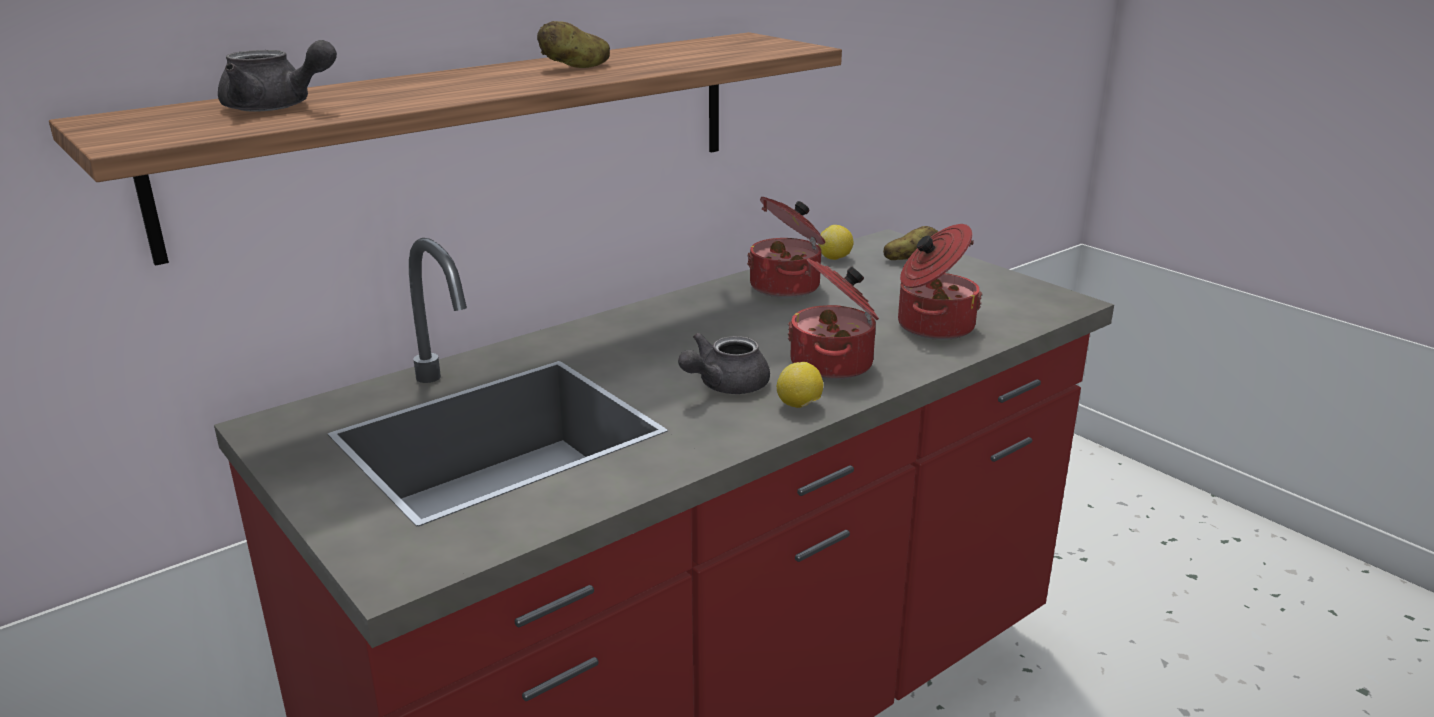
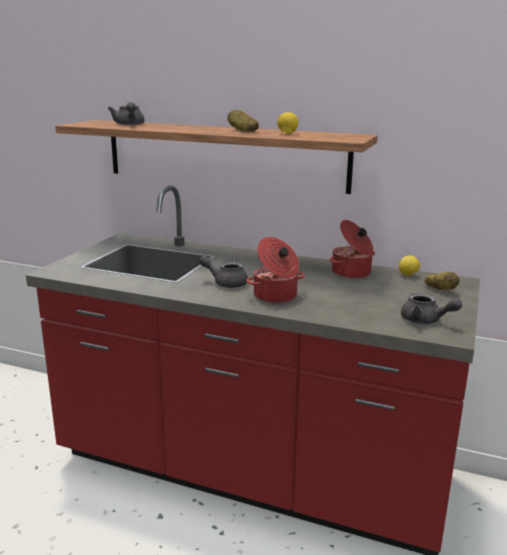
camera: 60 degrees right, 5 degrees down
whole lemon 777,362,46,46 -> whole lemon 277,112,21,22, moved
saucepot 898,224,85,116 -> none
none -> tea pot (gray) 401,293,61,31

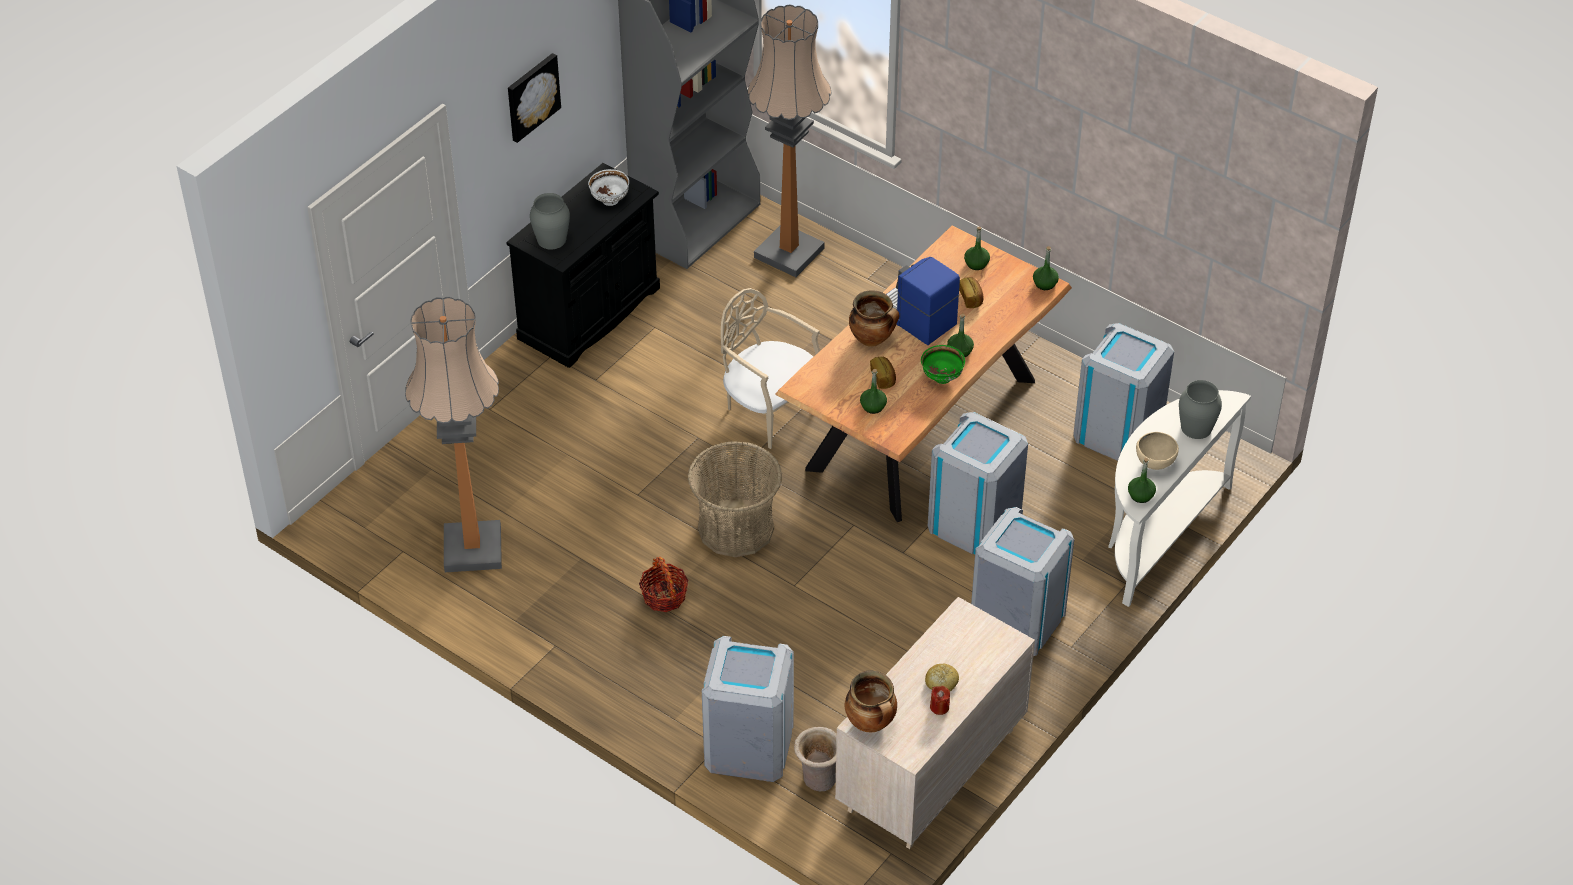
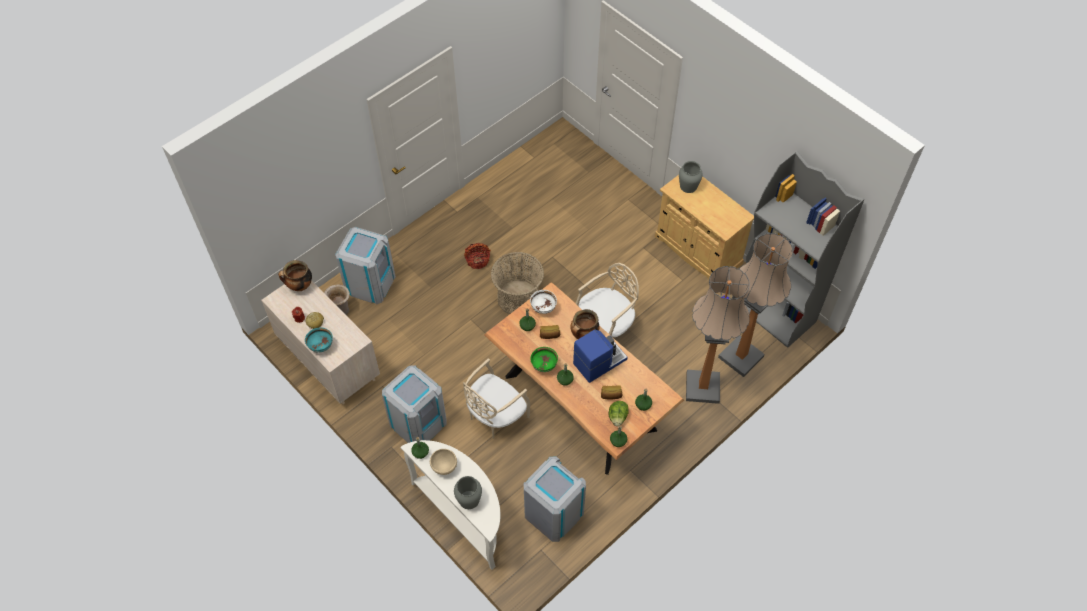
camera: 100 degrees right, 10 degrees up
standing lamp 405,297,97,275 -> standing lamp 686,266,64,138, moved
cupboard (black-coloured) 506,163,154,205 -> cupboard (beige-coloured) 655,175,99,104
picture 508,53,53,90 -> none
deep dish (whitish) 588,169,41,37 -> deep dish (whitish) 530,290,27,24, moved
rubbish bin (gray) 928,412,100,142 -> upright chair (beige-coloured) 463,358,67,81
none -> deep dish (blue-green) 305,327,28,25
none -> lettuce 608,401,21,26

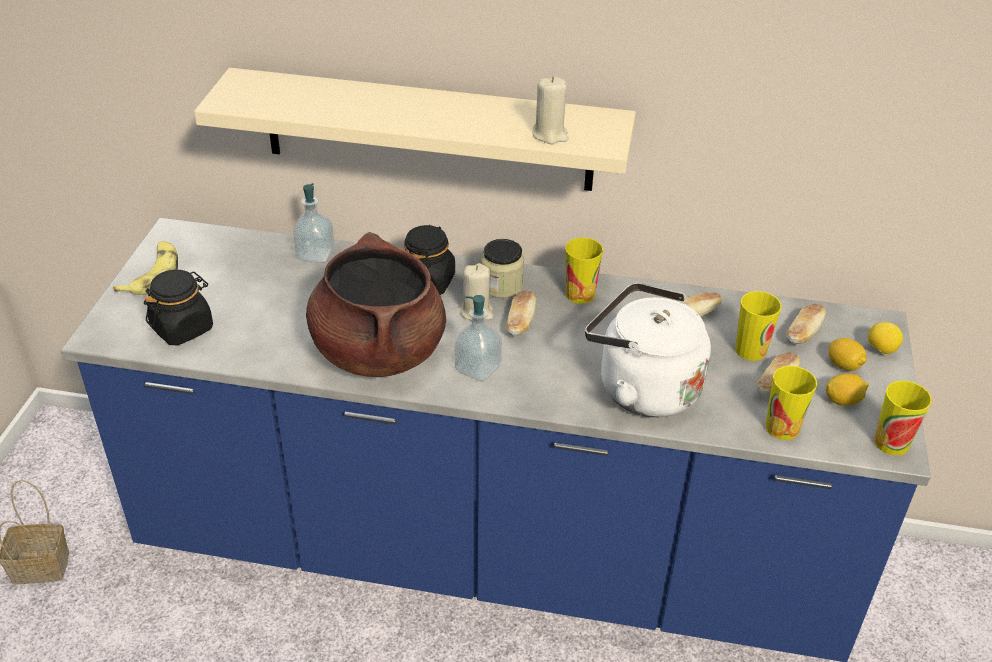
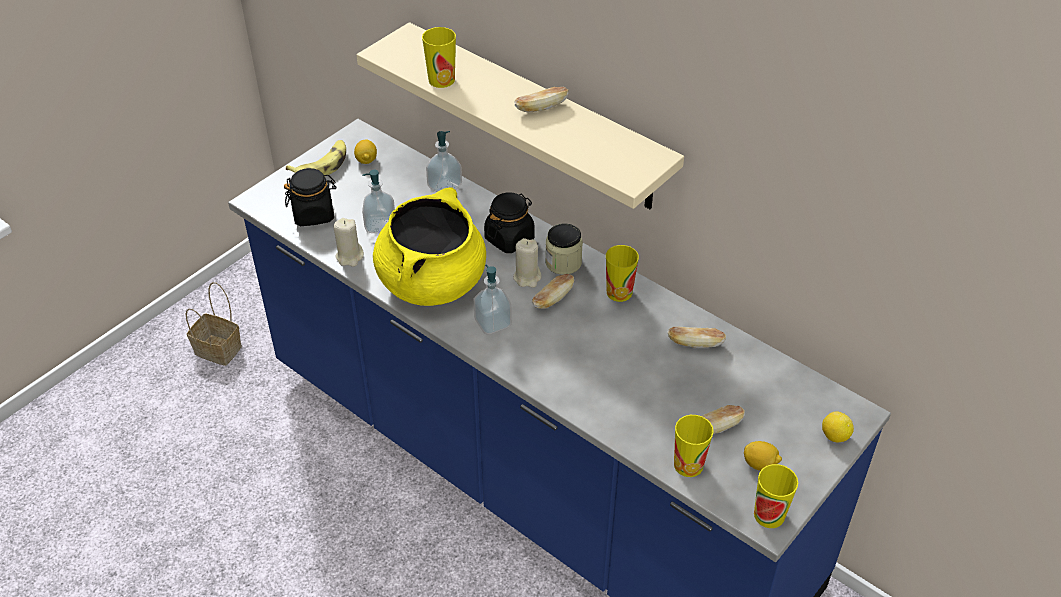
camera: 30 degrees right, 5 degrees up
saucepot (brownish) 306,232,140,145 -> saucepot (yellowish) 373,187,113,119
candle (beige-coloured) 532,77,37,67 -> candle (beige-coloured) 333,218,31,49, moved
kettle (whitish) 585,283,126,134 -> none
small cup 735,291,47,70 -> small cup 422,27,34,61, moved
bread 786,304,40,40 -> bread 514,87,55,25, moved
whole lemon 829,338,38,33 -> whole lemon 354,139,23,25, moved
none -> soap dispenser 362,170,33,63

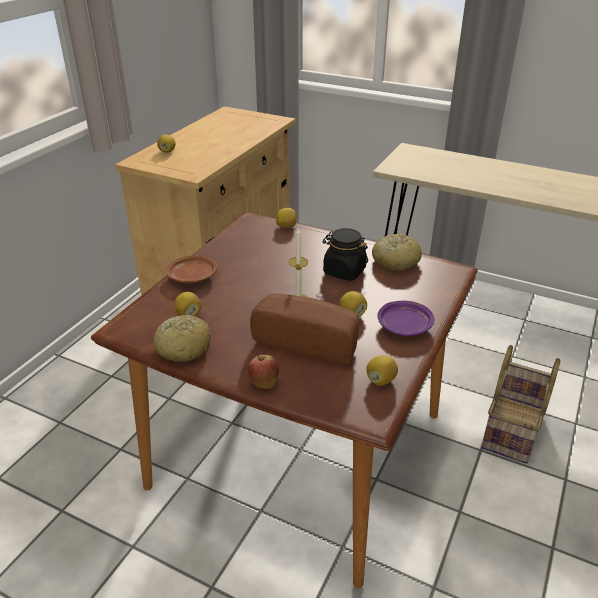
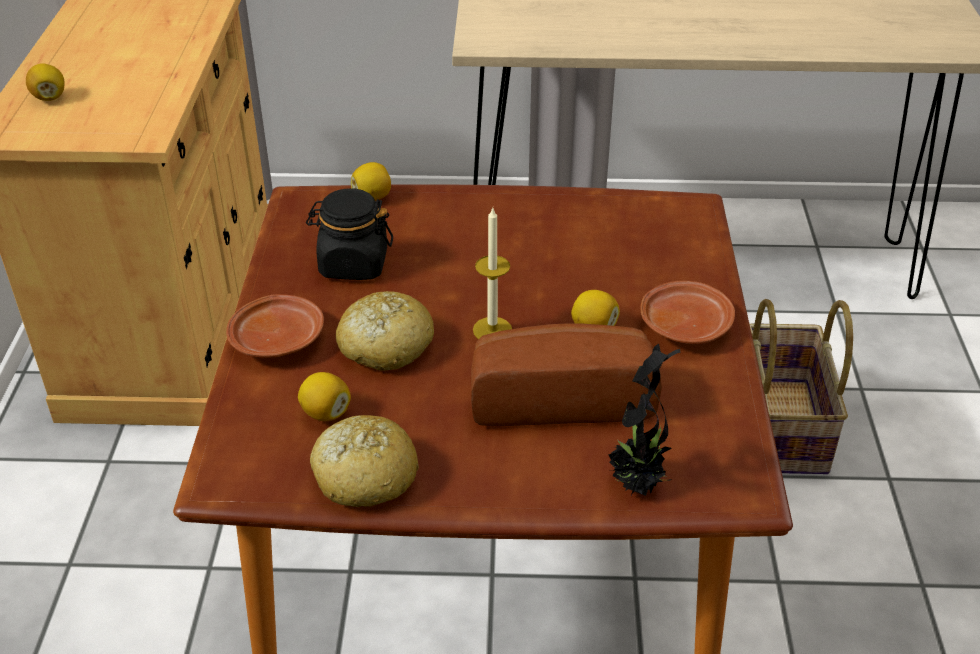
camera: 25 degrees left, 5 degrees up
apple 248,351,31,38 -> none
preserve jar (black-coloured) 323,228,45,53 -> preserve jar (black-coloured) 306,188,87,92, moved
whole lemon 366,356,32,30 -> none
bread 372,234,50,36 -> bread 336,291,98,80, moved
flat dish (purple-coloured) 378,301,56,35 -> flat dish (brownish) 640,281,95,63
none -> potted plant 608,344,72,152

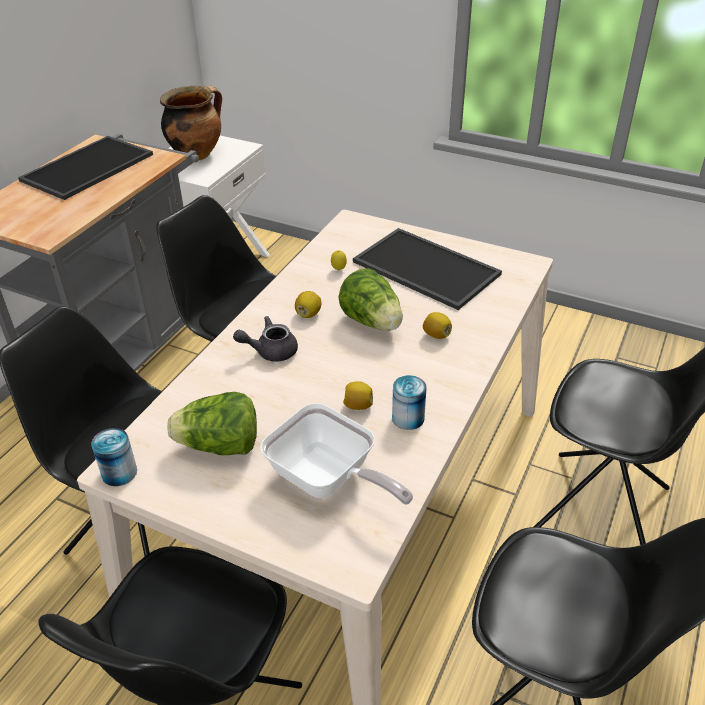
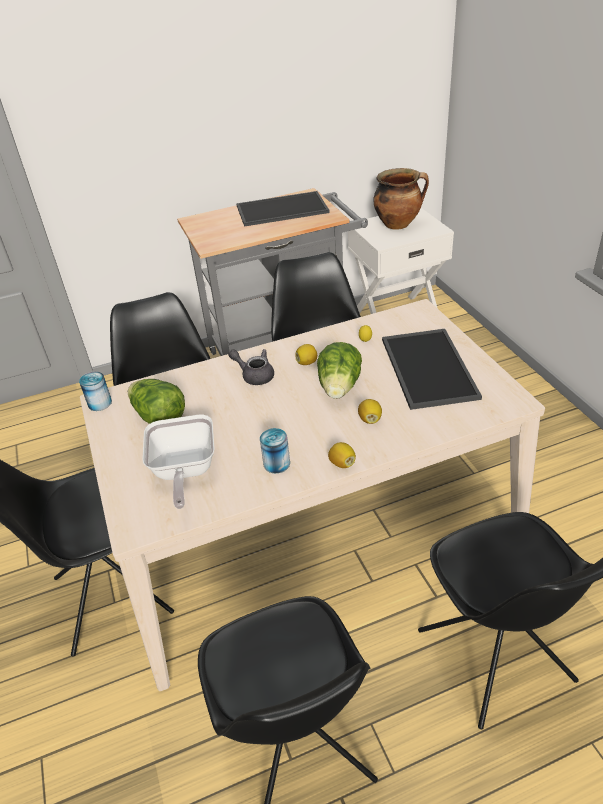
camera: 45 degrees right, 0 degrees up
whole lemon 343,381,30,29 -> whole lemon 328,442,28,26, moved

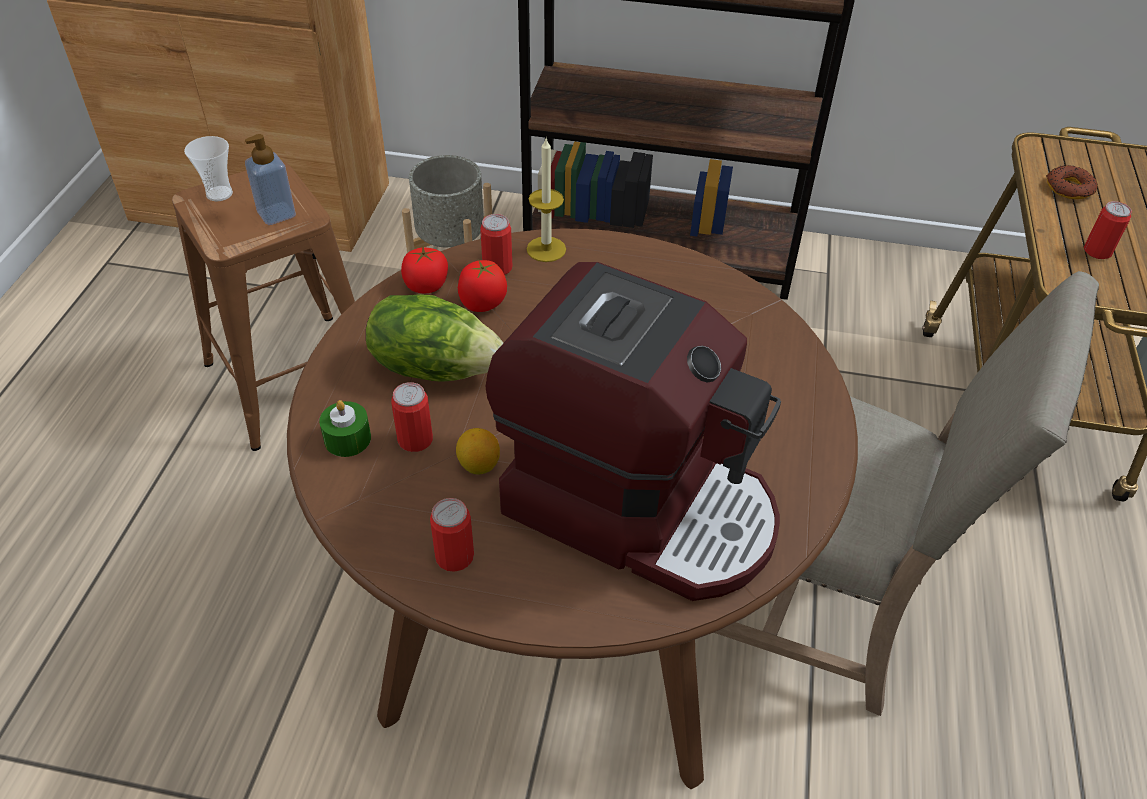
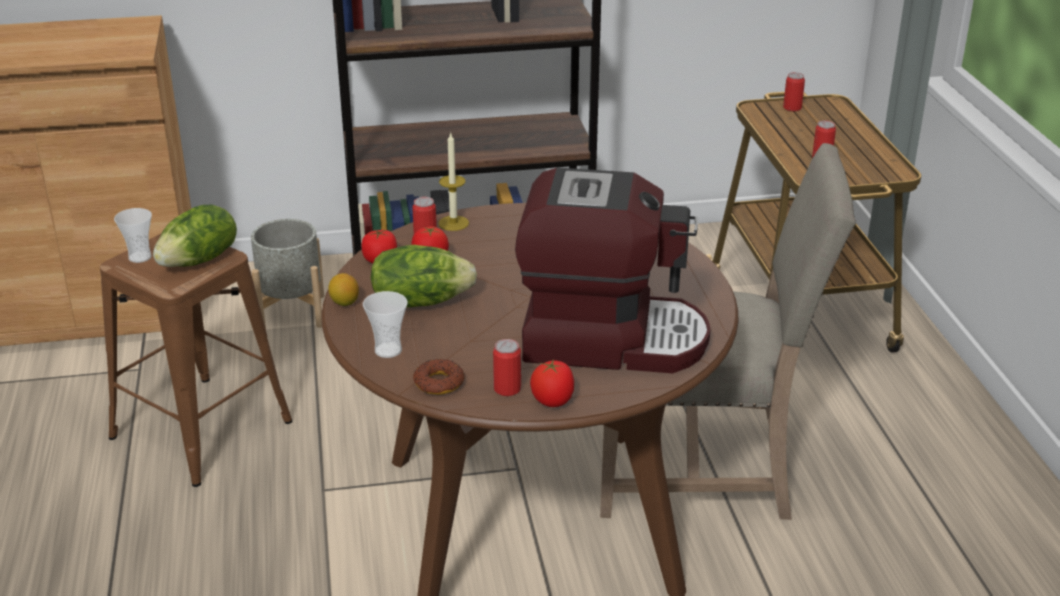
camera: 20 degrees left, 15 degrees down
soap dispenser 245,134,51,91 -> lettuce 153,205,84,62
candle (greenish) 319,400,52,57 -> small cup 363,291,44,67
can 391,382,42,70 -> can 783,72,22,39, moved
whole lemon 456,428,44,46 -> whole lemon 328,273,31,33, moved
donut 1046,165,52,34 -> donut 413,359,52,36, moved
none -> tomato 530,359,44,48

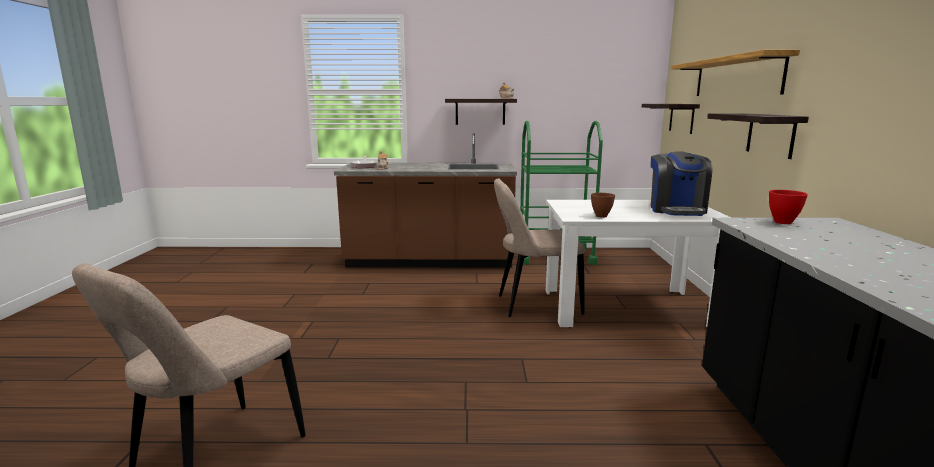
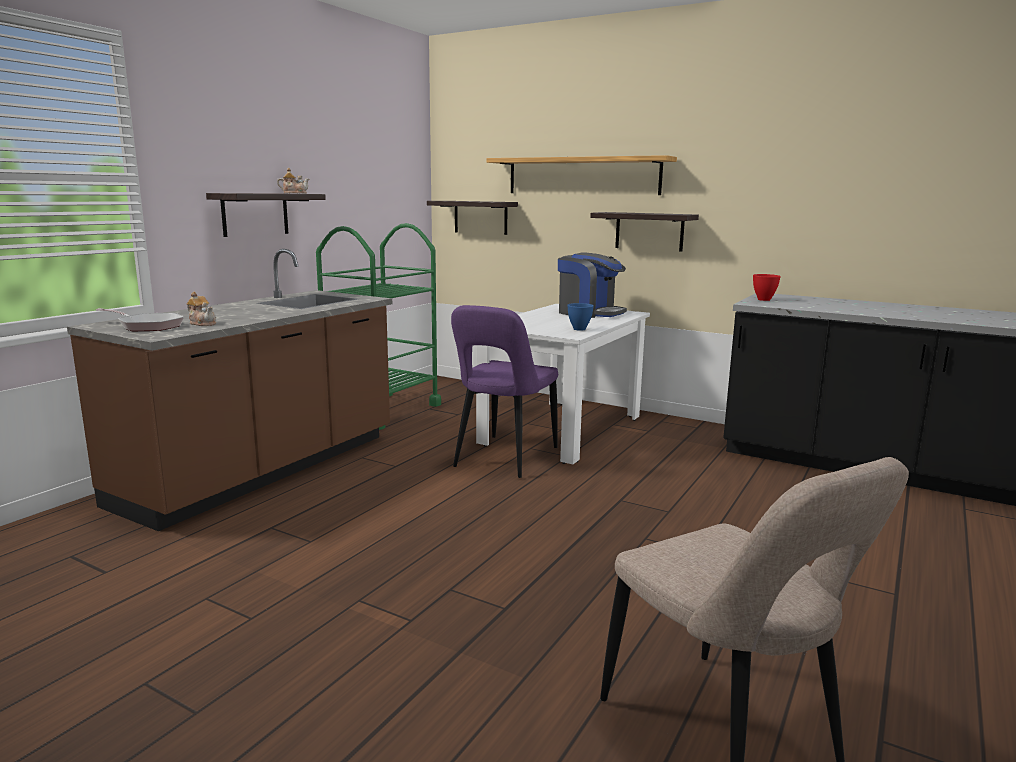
camera: 60 degrees left, 0 degrees up
upright chair (beige-coloured) 494,178,91,139 -> upright chair (purple-coloured) 451,305,107,173
deep dish (brownish) 591,193,24,25 -> deep dish (blue-coloured) 567,303,27,28

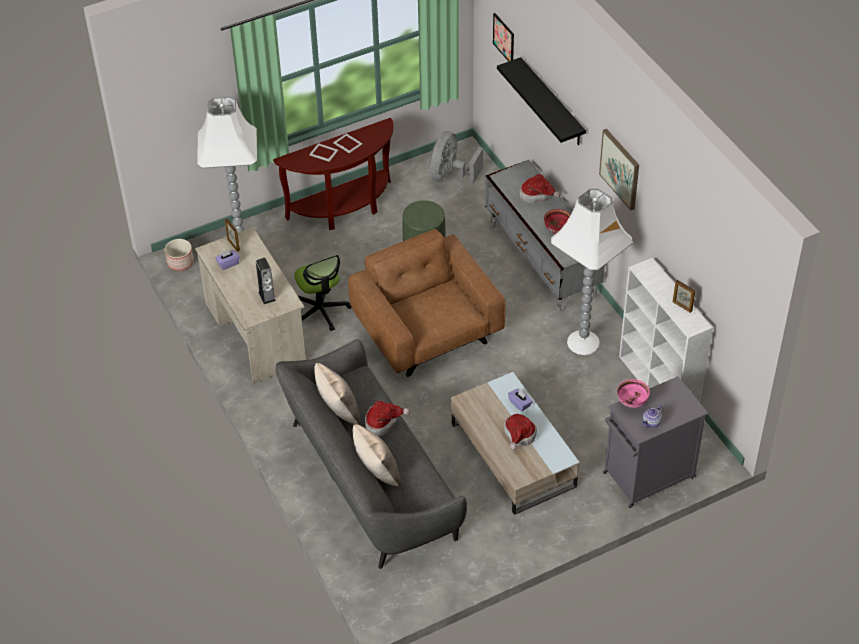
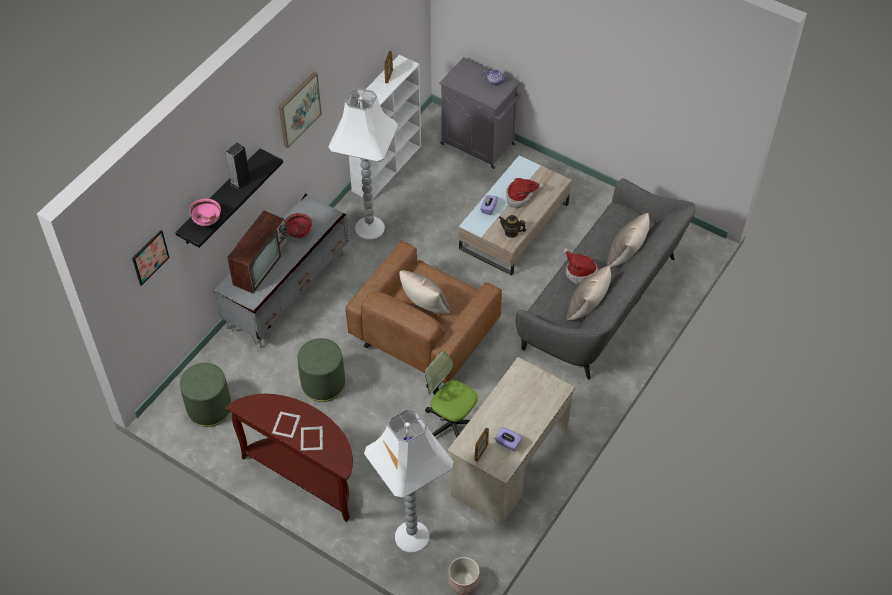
camera: 120 degrees left, 5 degrees up
loudspeaker 255,258,21,46 -> loudspeaker 225,142,26,48, moved
office chair 294,255,58,76 -> office chair 425,351,53,87, 90 degrees counterclockwise
cooling fan (gray) 430,131,53,53 -> footrest (greenish) 180,363,51,64
clothing hat 519,174,41,29 -> TV set 227,211,62,83
deep dish (pink-coloured) 617,379,33,29 -> deep dish (pink-coloured) 189,199,32,27, moved
none -> cushion (beige-coloured) 400,270,50,44
none -> tea pot 499,215,27,23

